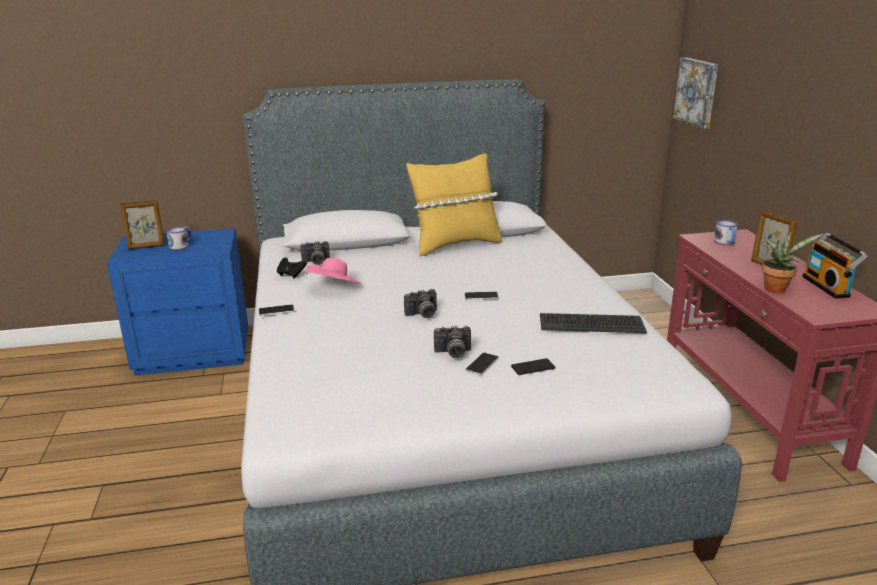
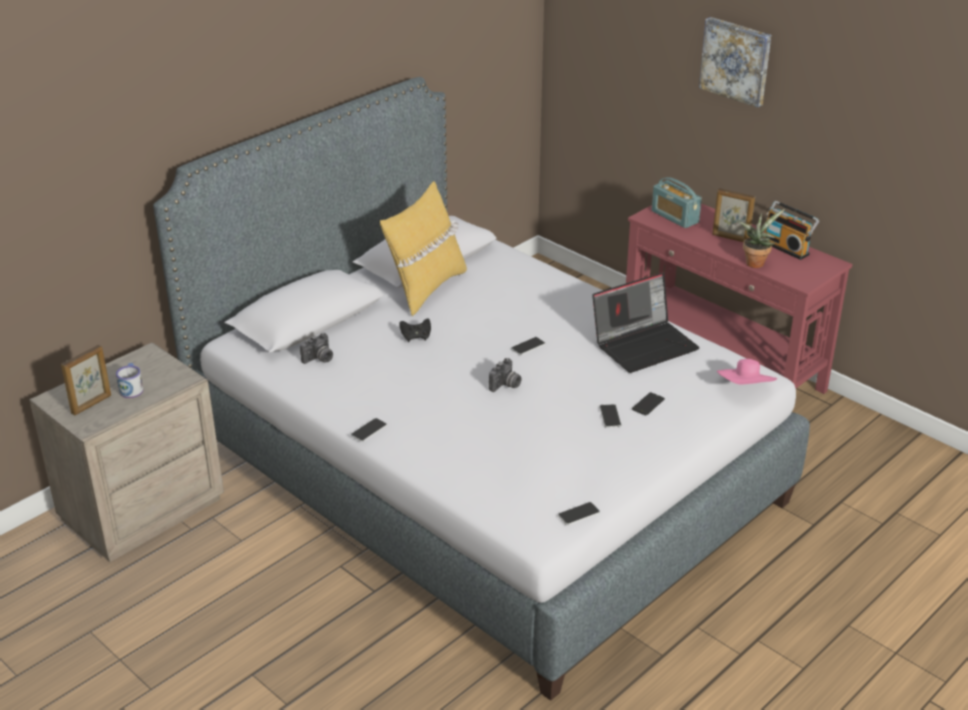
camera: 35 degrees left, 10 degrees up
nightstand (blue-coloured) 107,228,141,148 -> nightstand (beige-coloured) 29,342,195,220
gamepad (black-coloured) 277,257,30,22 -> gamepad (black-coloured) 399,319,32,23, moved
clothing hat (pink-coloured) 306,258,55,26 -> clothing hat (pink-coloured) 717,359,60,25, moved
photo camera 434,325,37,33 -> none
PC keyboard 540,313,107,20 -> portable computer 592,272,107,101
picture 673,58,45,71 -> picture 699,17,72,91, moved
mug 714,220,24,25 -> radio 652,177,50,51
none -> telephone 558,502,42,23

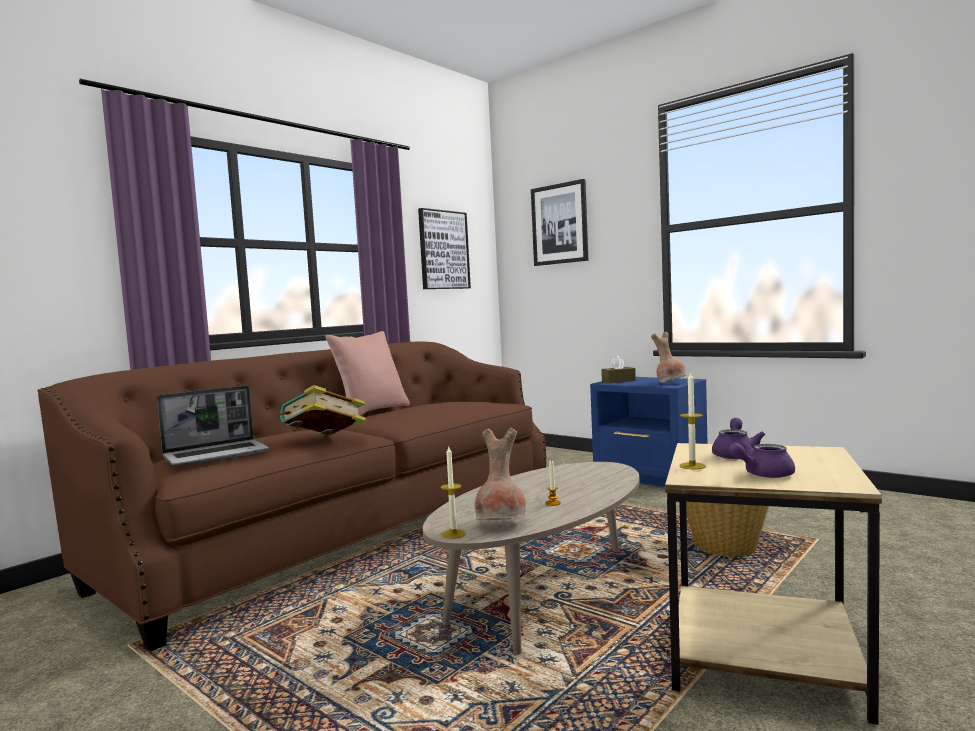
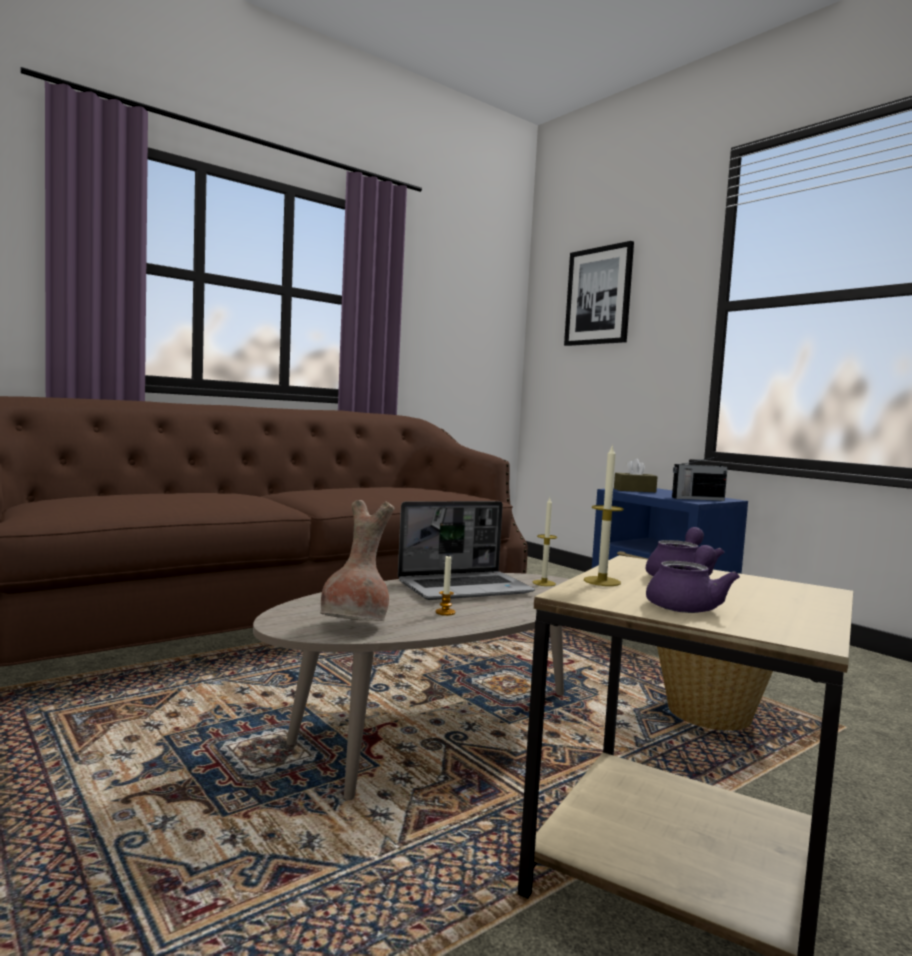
camera: 10 degrees right, 0 degrees up
portable computer 157,385,112,82 -> portable computer 398,501,137,99, moved
volume 279,385,87,50 -> none
cushion (pink-coloured) 325,331,85,85 -> none
picture 418,208,53,81 -> none
candle 441,447,25,92 -> candle 533,498,24,88, moved
decorative vase (brownish) 651,332,35,51 -> radio 672,456,56,45
tea pot (purple-coloured) 728,441,67,37 -> tea pot (purple-coloured) 646,545,94,68, 135 degrees clockwise

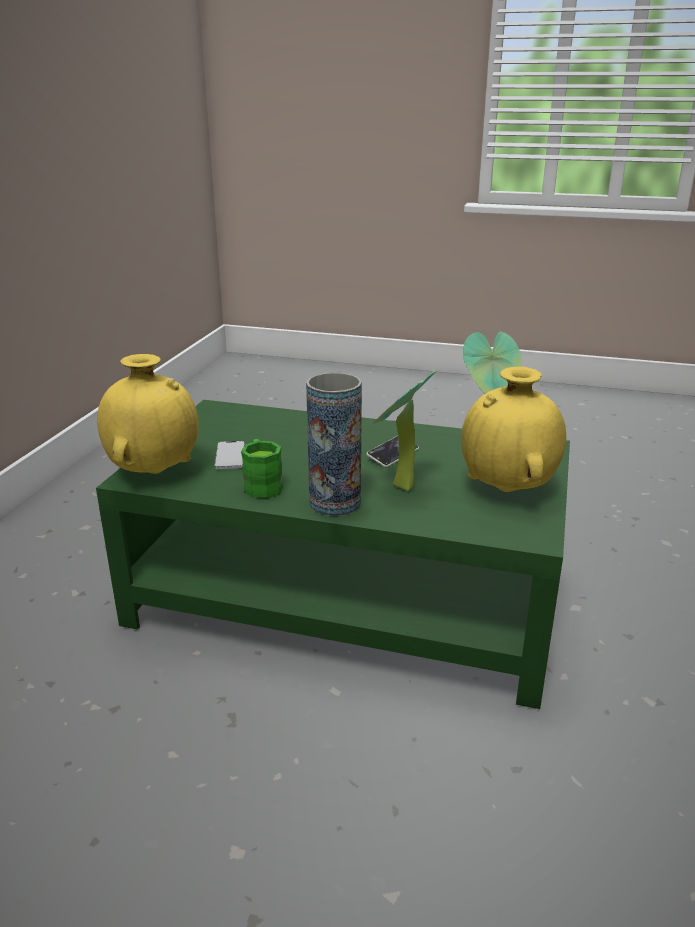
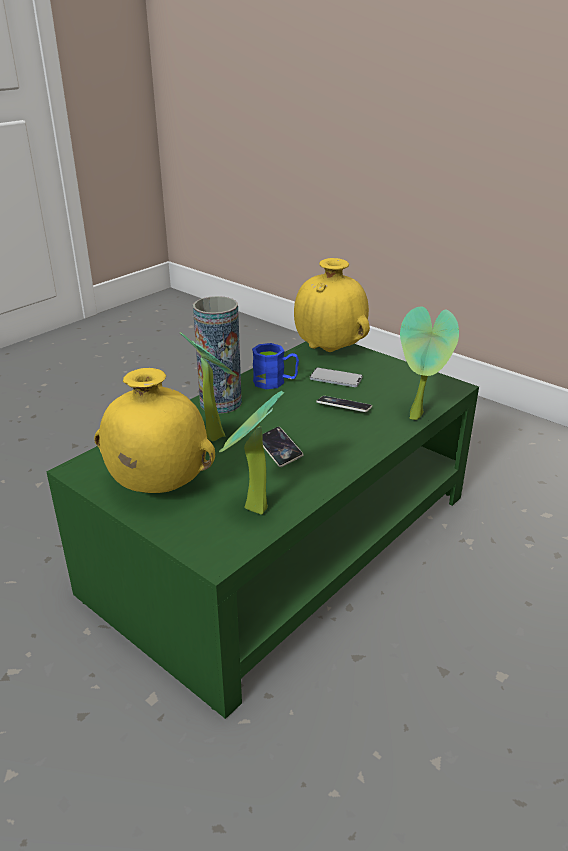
camera: 115 degrees right, 5 degrees up
mug (greenish) 241,439,42,59 -> mug (blue-coloured) 252,343,47,46
none -> telephone 316,396,56,16
none -> potted plant 400,307,59,113

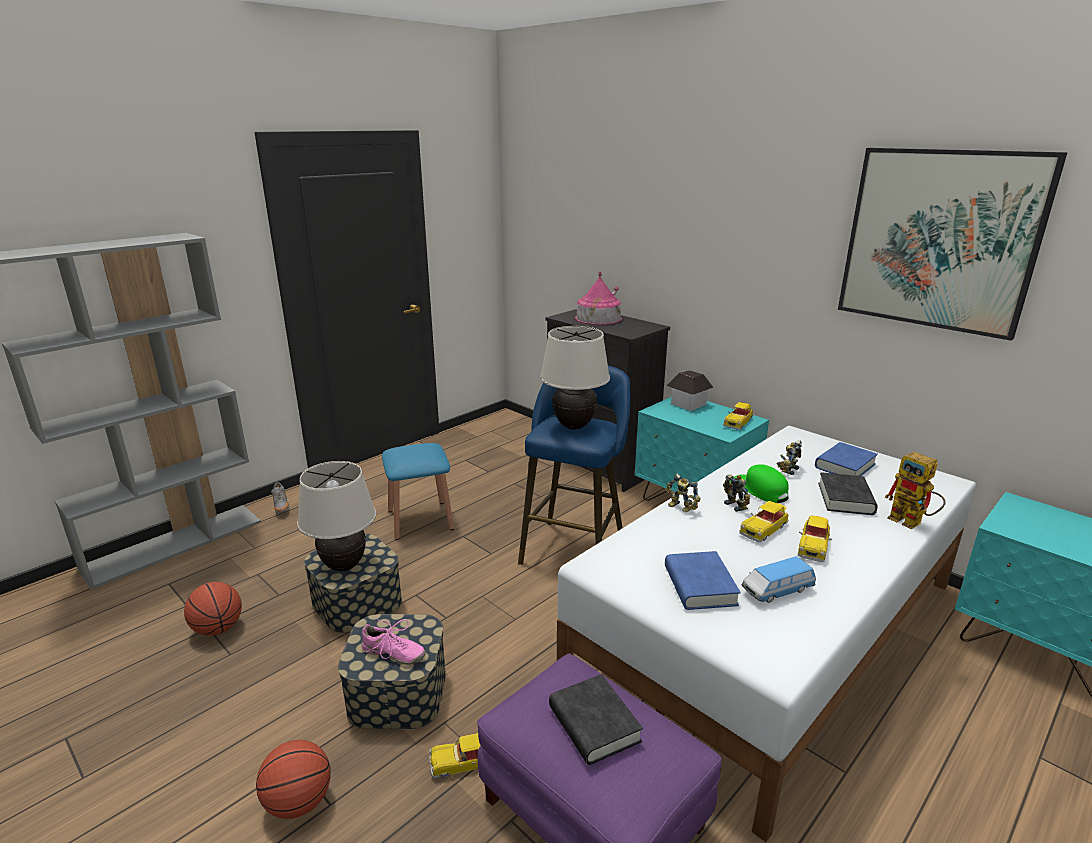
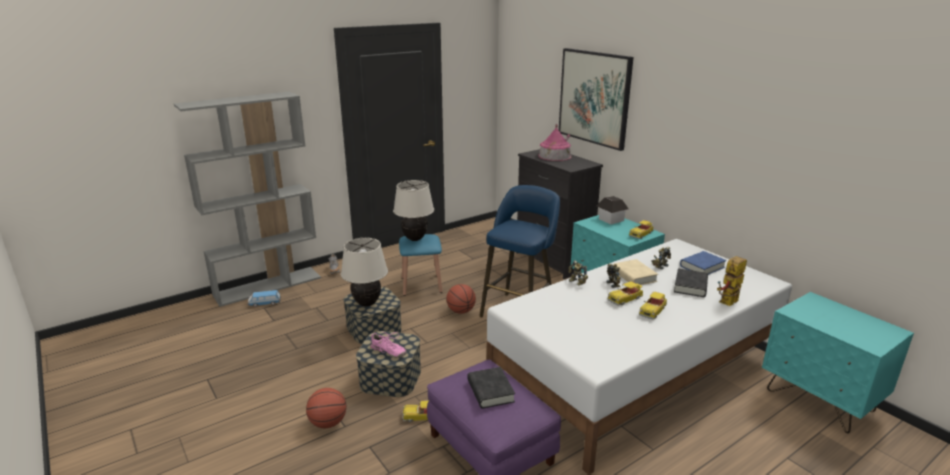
camera: 10 degrees right, 0 degrees up
ball for basketball 184,582,58,54 -> ball for basketball 446,284,30,30, moved
table lamp (beige-coloured) 540,326,70,104 -> table lamp (beige-coloured) 393,180,41,61, moved
volume (blue-coloured) 665,551,76,59 -> none
peaked cap (greenish) 730,464,59,39 -> volume (beige-coloured) 613,259,45,26
model car 742,556,74,47 -> model car 248,290,33,17, moved
picture 838,148,229,193 -> picture 559,48,75,103, moved
model robot 884,452,62,77 -> model robot 717,256,30,50, 75 degrees clockwise

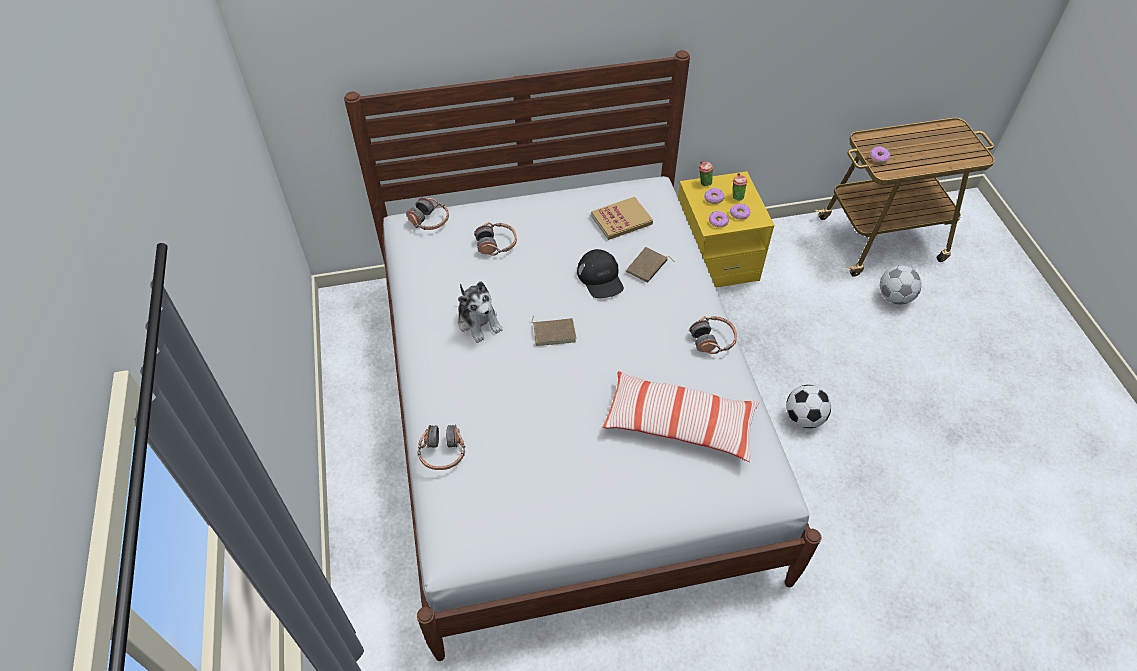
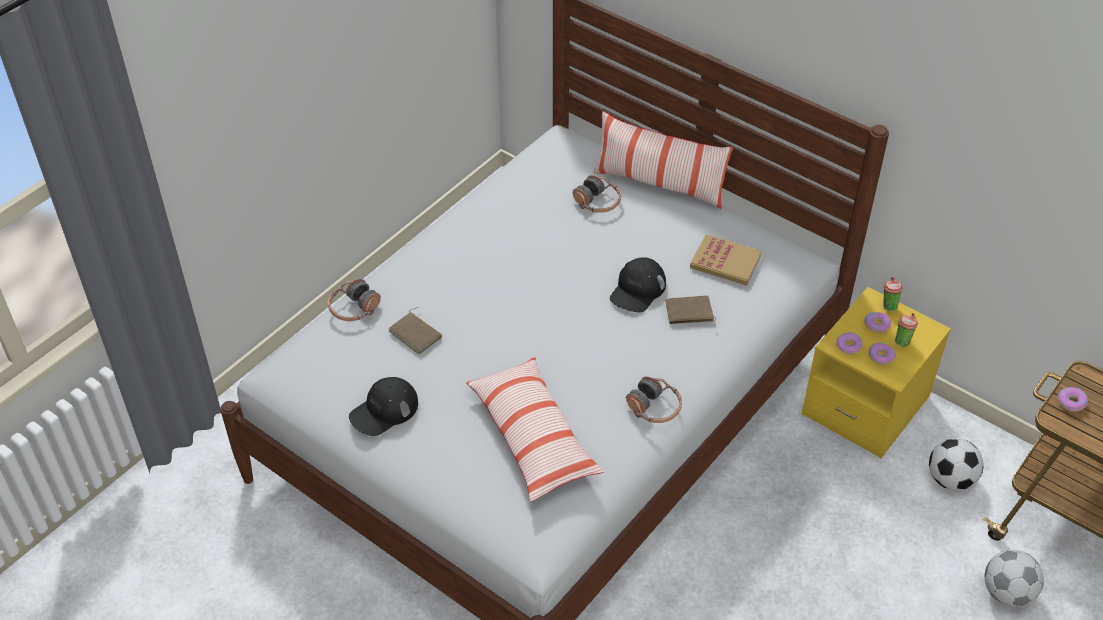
camera: 50 degrees right, 5 degrees down
headphones 406,198,43,32 -> none
cuddly toy 458,281,45,62 -> none
volume (brownish) 532,315,44,31 -> volume (brownish) 389,307,53,47, moved
ball for football 786,385,45,43 -> ball for football 929,438,55,53, moved
none -> peaked cap (black-coloured) 349,377,69,59
none -> cushion 593,112,140,97

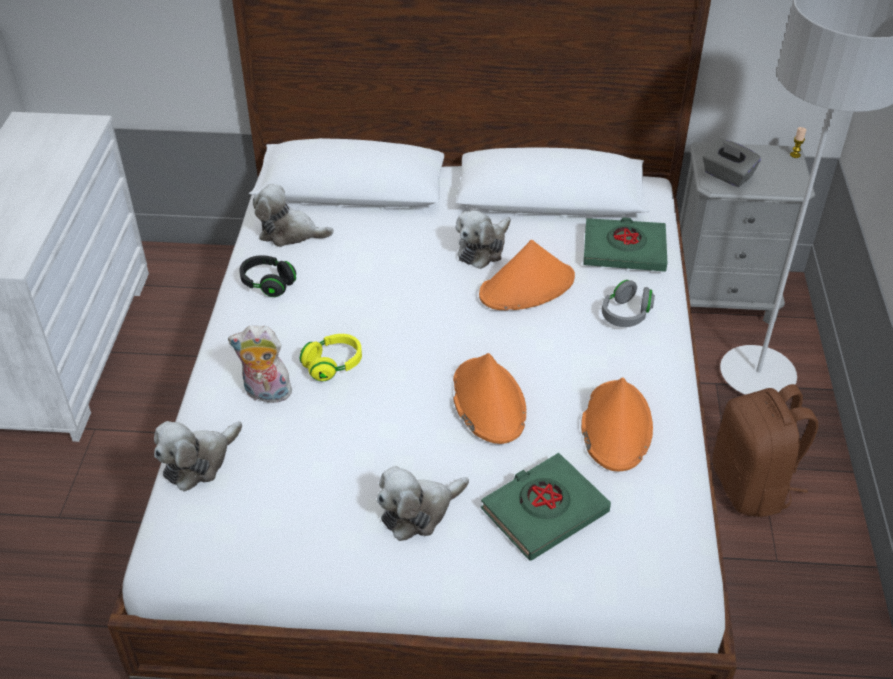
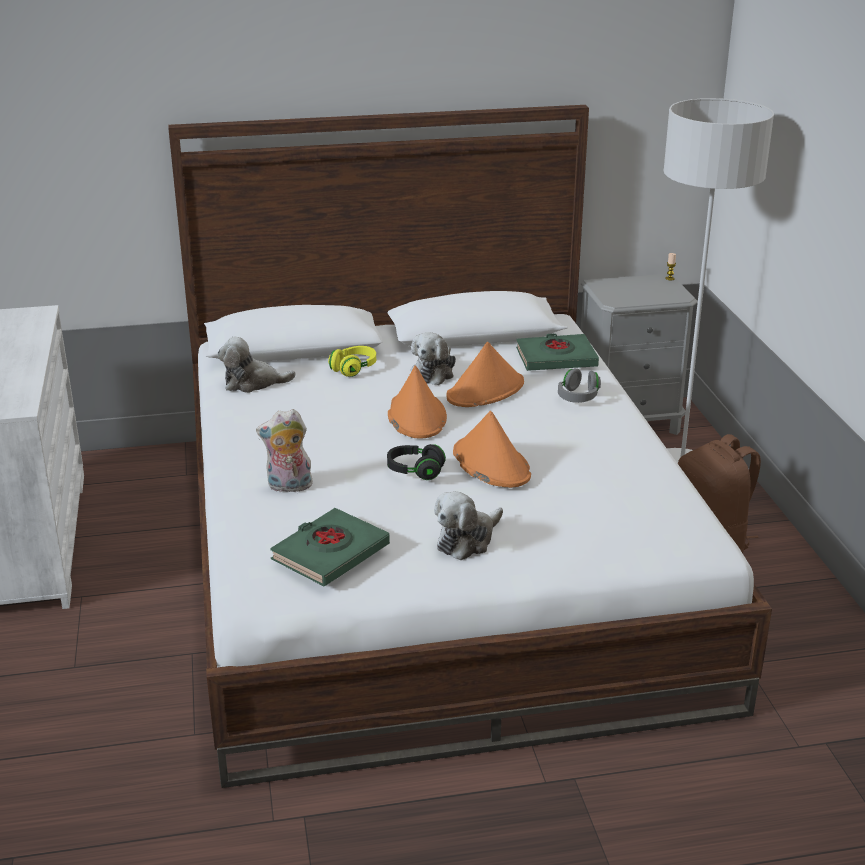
camera: 15 degrees left, 15 degrees down
cuddly toy 154,421,88,70 -> none
headphones (black-coloured) 239,255,57,42 -> headphones (black-coloured) 387,444,59,36, moved
headphones (yellowish) 300,334,62,47 -> headphones (yellowish) 328,346,48,31, moved
volume (greenish) 481,453,130,108 -> volume (greenish) 270,508,120,78, moved
clothing hat (orangey) 581,378,72,93 -> clothing hat (orangey) 388,366,59,73, moved
tissue box (gray) 702,139,59,48 -> none

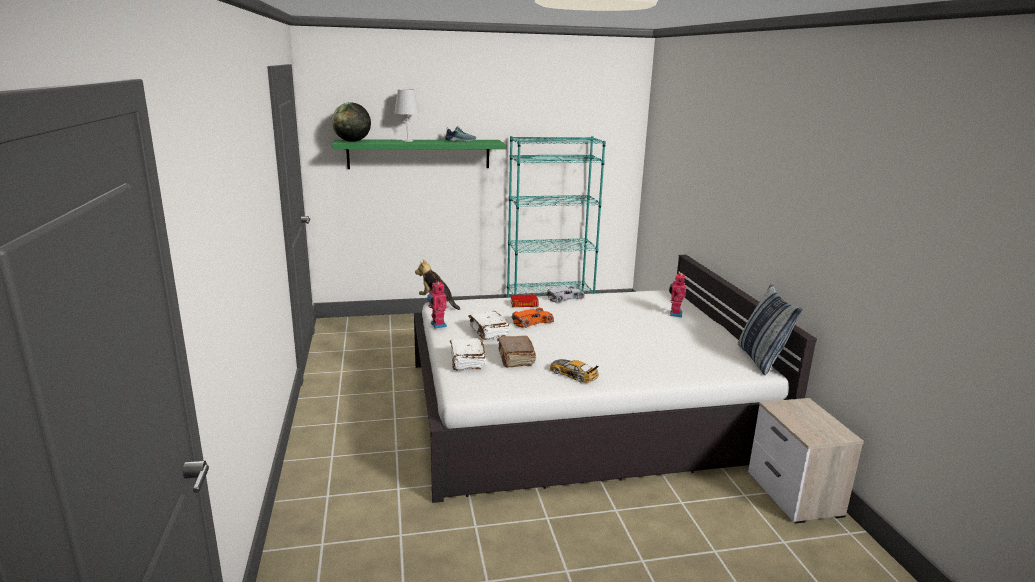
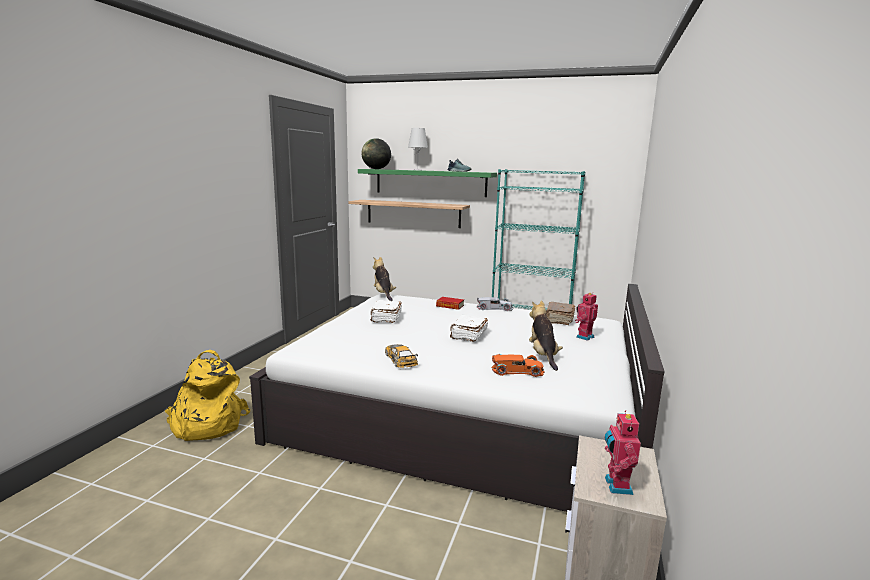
camera: 30 degrees right, 5 degrees down
model robot 427,281,20,48 -> model robot 605,410,36,85, moved
volume (whitish) 450,338,37,33 -> volume (whitish) 450,315,38,27, moved
volume (brownish) 497,336,39,32 -> volume (brownish) 546,302,29,23, moved
model car (orangey) 512,308,42,20 -> model car (orangey) 492,354,52,23, moved
cushion 738,284,65,91 -> none
none -> rucksack (yellowish) 164,350,86,91
none -> wall shelf 348,200,122,28
none -> cuddly toy 529,300,34,71

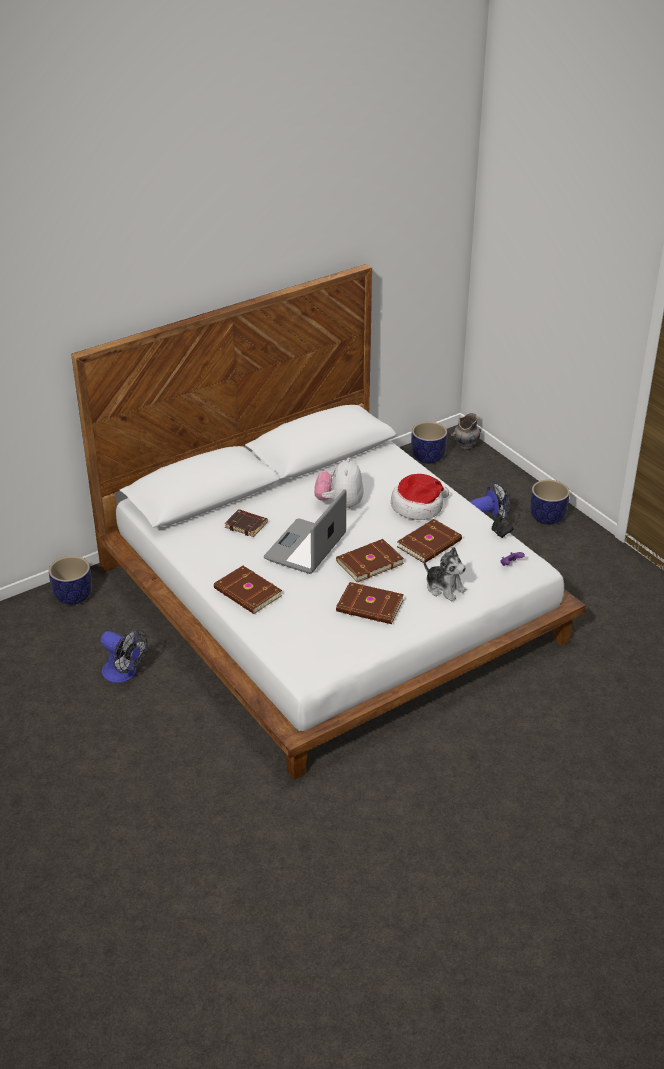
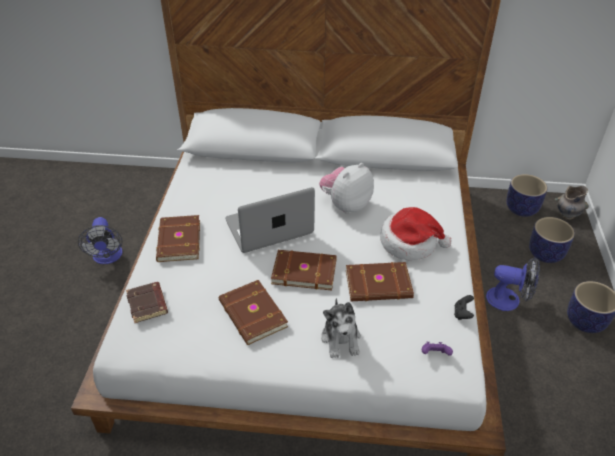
camera: 40 degrees right, 5 degrees up
planter 49,556,43,49 -> planter 529,217,46,46, moved
volume (brownish) 224,509,44,28 -> volume (brownish) 126,282,42,41, moved

